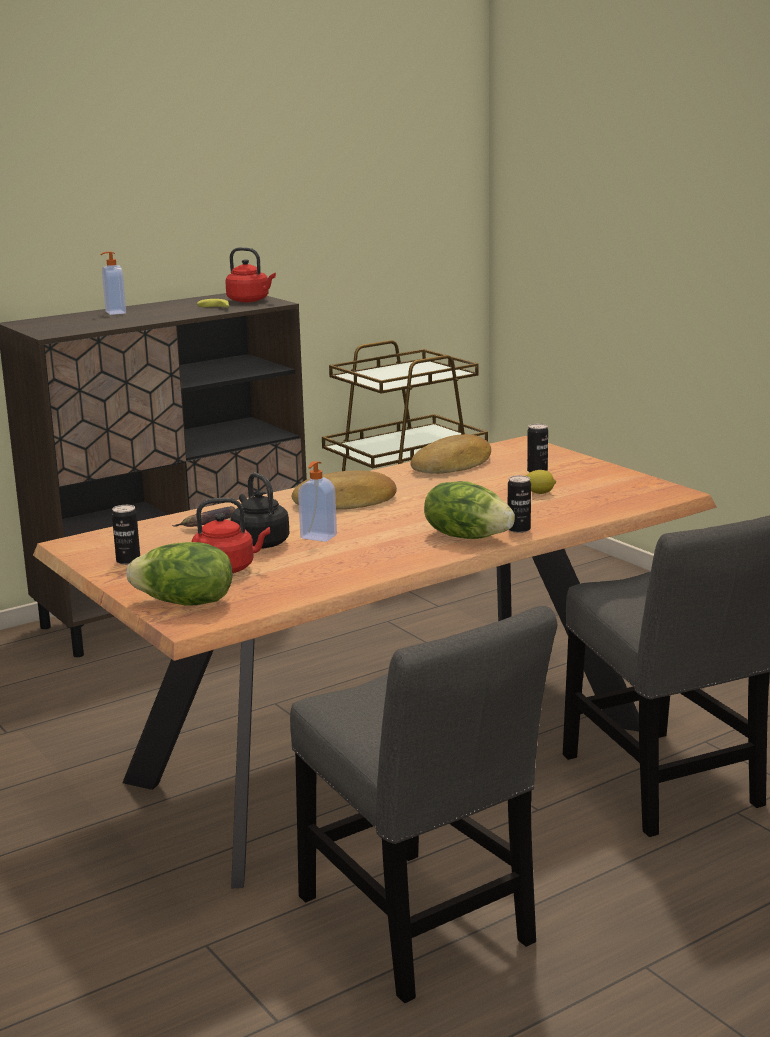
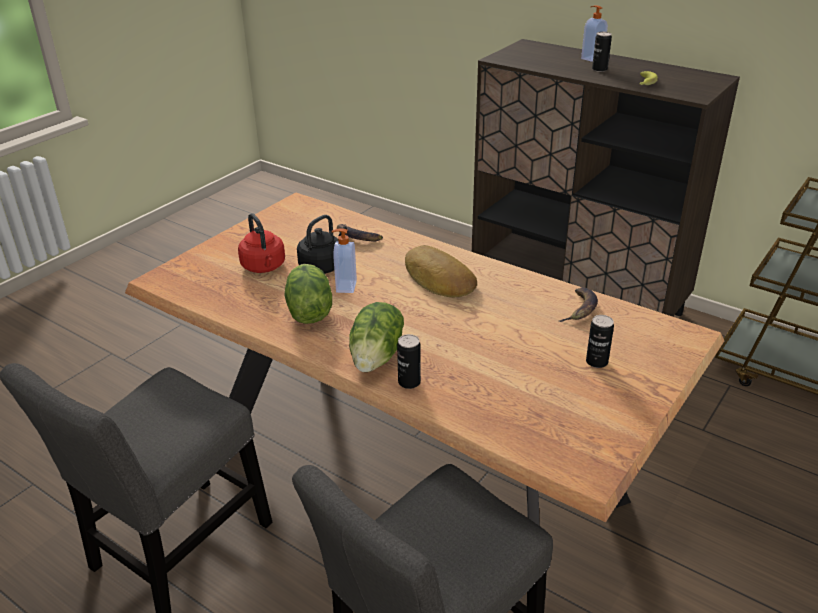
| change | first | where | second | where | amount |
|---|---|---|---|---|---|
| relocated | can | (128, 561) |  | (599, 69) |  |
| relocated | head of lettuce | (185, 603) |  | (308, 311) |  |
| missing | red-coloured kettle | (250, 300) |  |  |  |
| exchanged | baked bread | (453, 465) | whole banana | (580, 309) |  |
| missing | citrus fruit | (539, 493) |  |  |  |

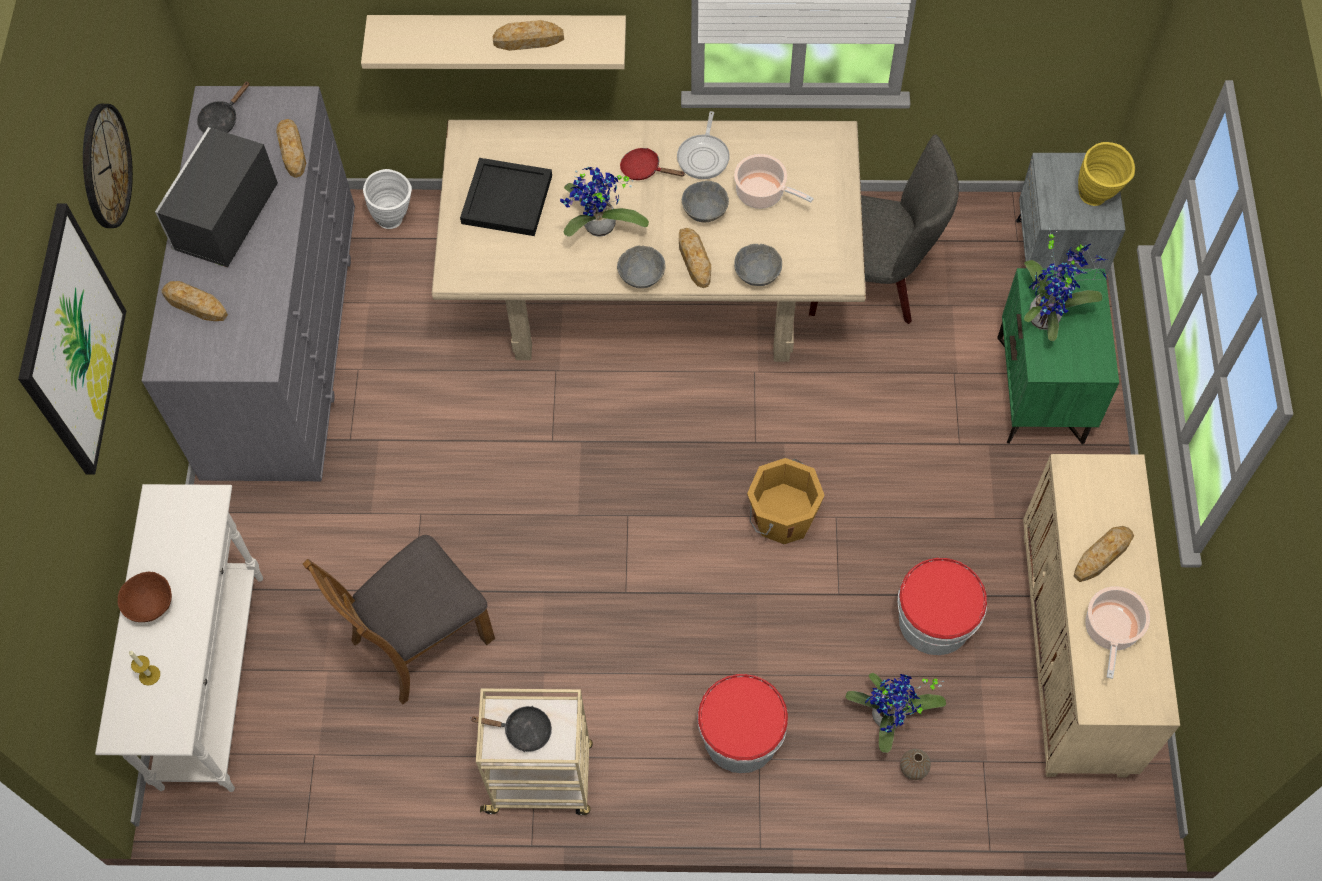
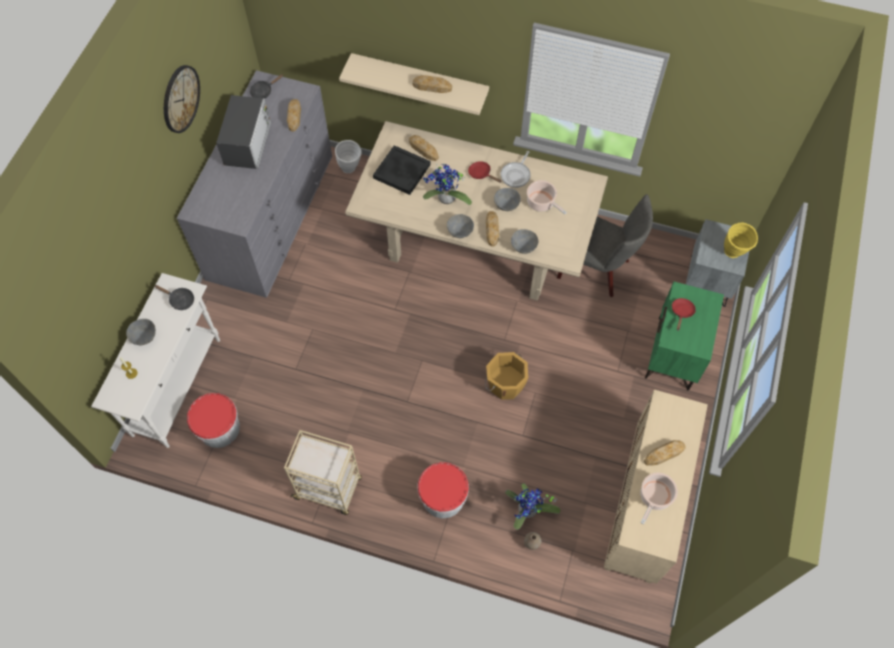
| change | first | where | second | where | amount |
|---|---|---|---|---|---|
| missing | wall art | (71, 342) |  |  |  |
| colour | brown bowl | (151, 605) | greyish bowl | (144, 337) |  |
| spun | kitchen microwave | (225, 218) |  | (248, 143) | 150 degrees clockwise |
| relocated | baked bread | (195, 304) |  | (423, 149) |  |
| missing | brown chair | (420, 639) |  |  |  |
| relocated | black skillet | (523, 731) |  | (180, 300) |  |
| relocated | pail | (934, 620) |  | (219, 428) |  |
| exchanged | potted plant | (1047, 316) | red-coloured skillet | (681, 312) |  |

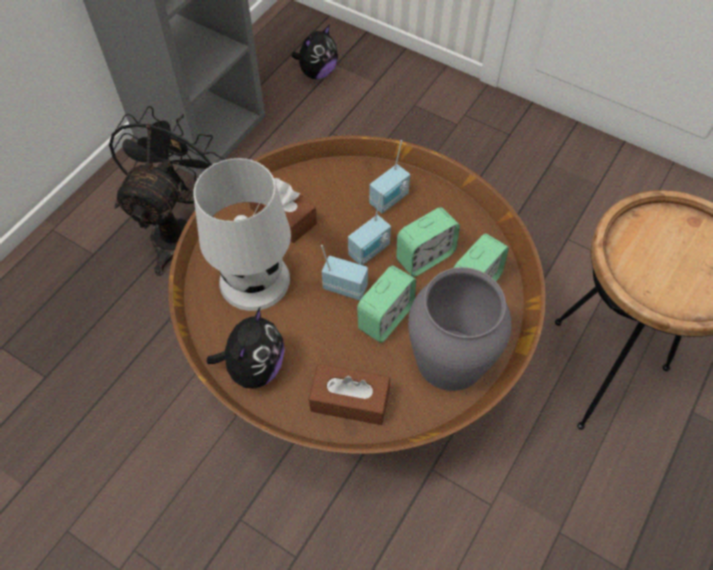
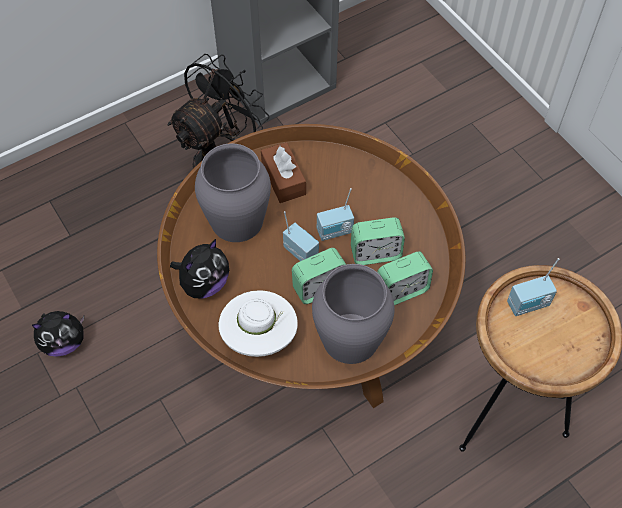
| change | first | where | second | where | amount |
|---|---|---|---|---|---|
| exchanged | white lamp for a table | (255, 279) | greyish decorative vase | (237, 220) |  |
| relocated | plush toy | (317, 72) |  | (64, 342) |  |
| exchanged | brown box of tissues | (350, 400) | white clothing hat | (259, 336) |  |
| relocated | radio | (390, 200) |  | (528, 305) |  |

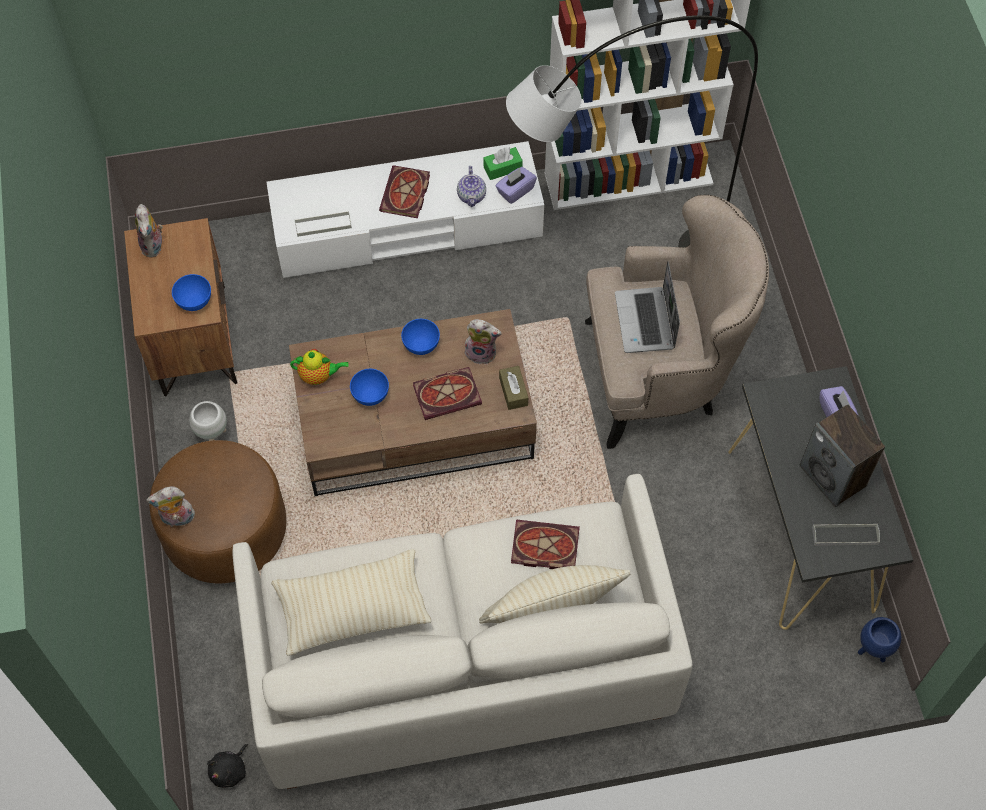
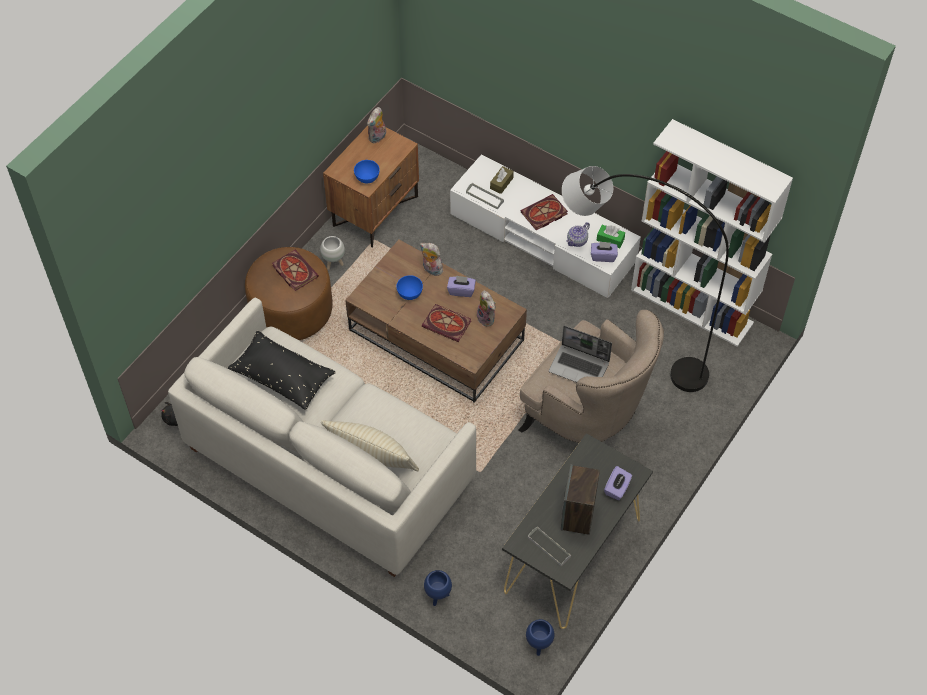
| change | first | where | second | where | amount |
|---|---|---|---|---|---|
| relocated | plush toy | (177, 519) |  | (431, 269) |  |
| colour | sand-coloured pillow | (352, 609) | black pillow | (282, 377) |  |
| missing | teapot | (318, 376) |  |  |  |
| exchanged | blue-coloured bowl | (421, 345) | purple box of tissues | (461, 290) |  |
| relocated | brown box of tissues | (513, 391) |  | (501, 183) |  |
| relocated | volume | (543, 547) |  | (293, 271) |  |
| spun | notebook computer | (646, 322) |  | (580, 367) | 105 degrees counterclockwise |
| appeared |  |  | blue-coloured plant pot | (438, 596) |  |

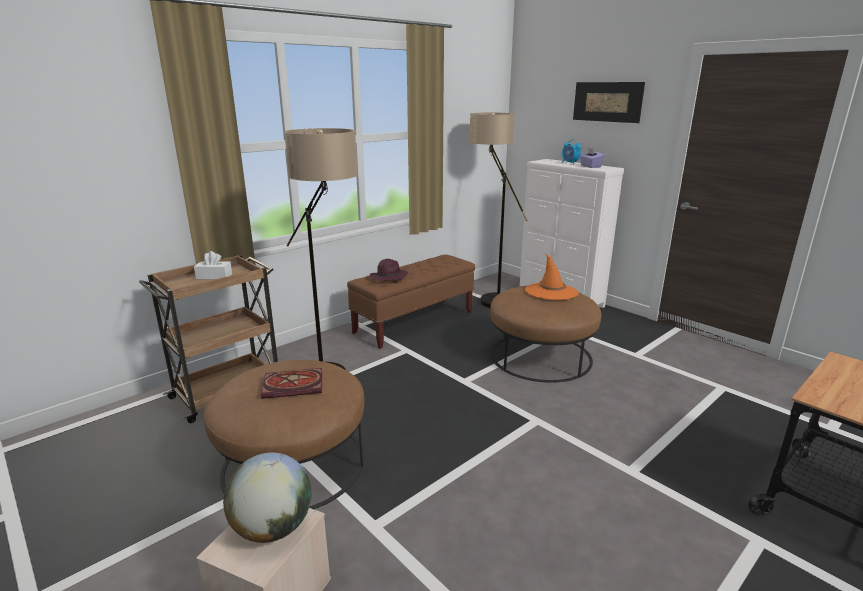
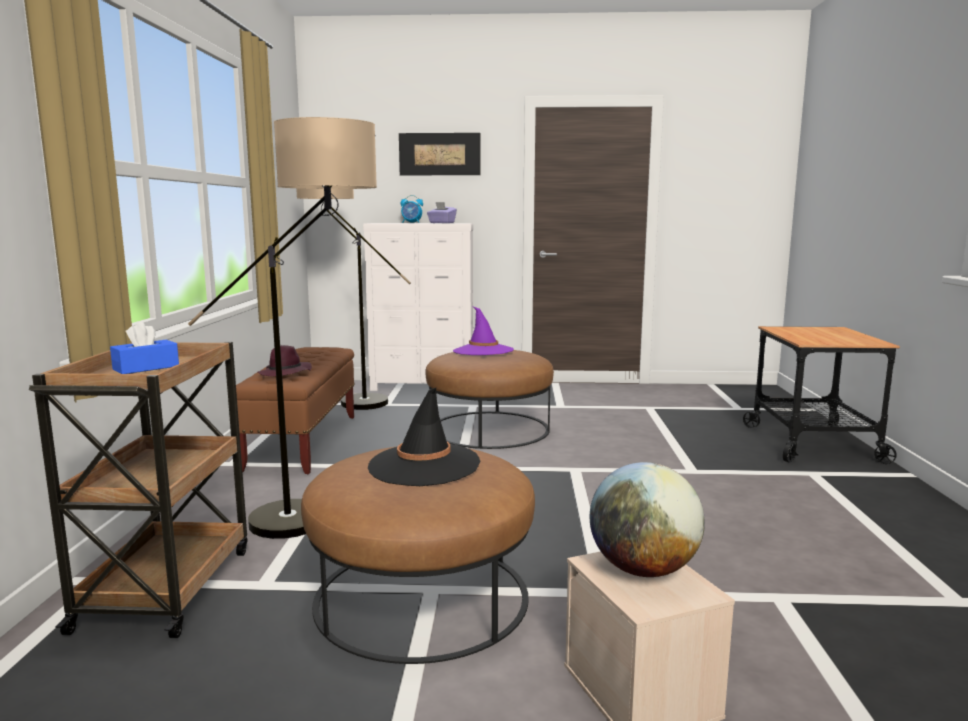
| change | first | where | second | where | amount |
|---|---|---|---|---|---|
| colour | white box of tissues | (214, 276) | blue-coloured box of tissues | (146, 368) |  |
| exchanged | volume | (295, 385) | black clothing hat | (424, 465) |  |
| colour | orange clothing hat | (551, 292) | purple clothing hat | (483, 351) |  |

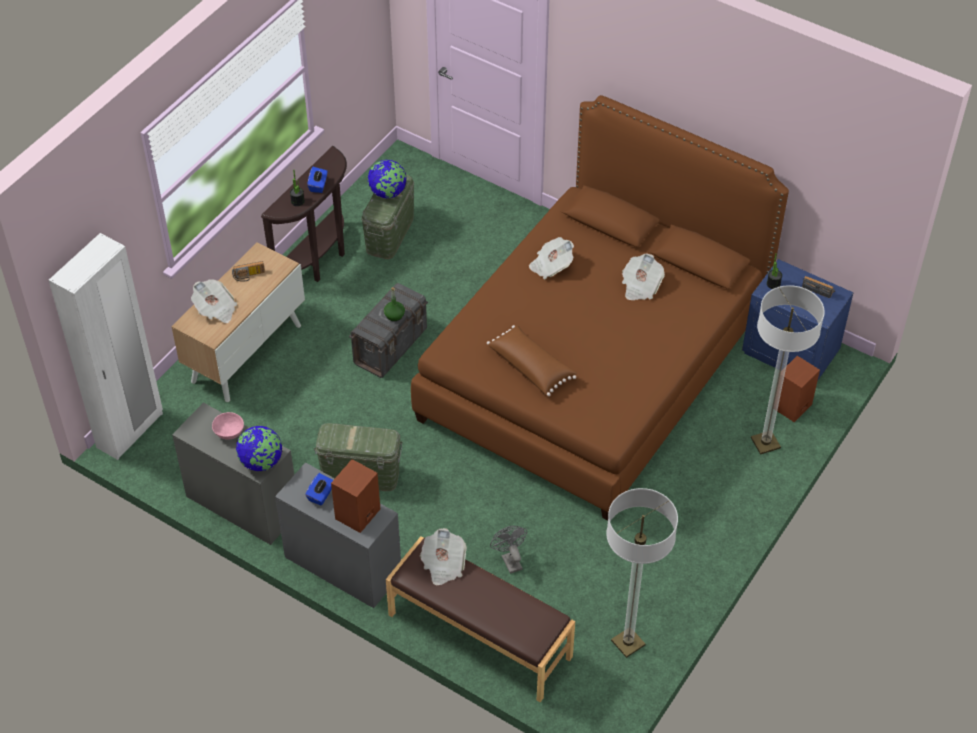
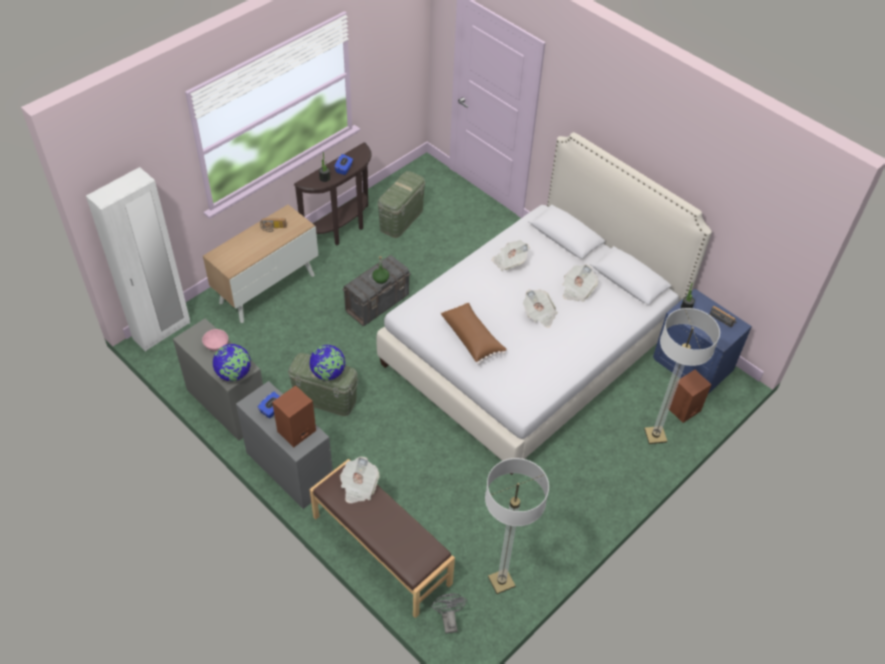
| change | first | where | second | where | amount |
|---|---|---|---|---|---|
| relocated | printed paper | (216, 309) |  | (539, 314) |  |
| relocated | world globe | (388, 193) |  | (328, 373) |  |
| colour | brown bedroom bed | (593, 365) | white bedroom bed | (531, 347) |  |
| relocated | greyish fan | (509, 560) |  | (448, 619) |  |

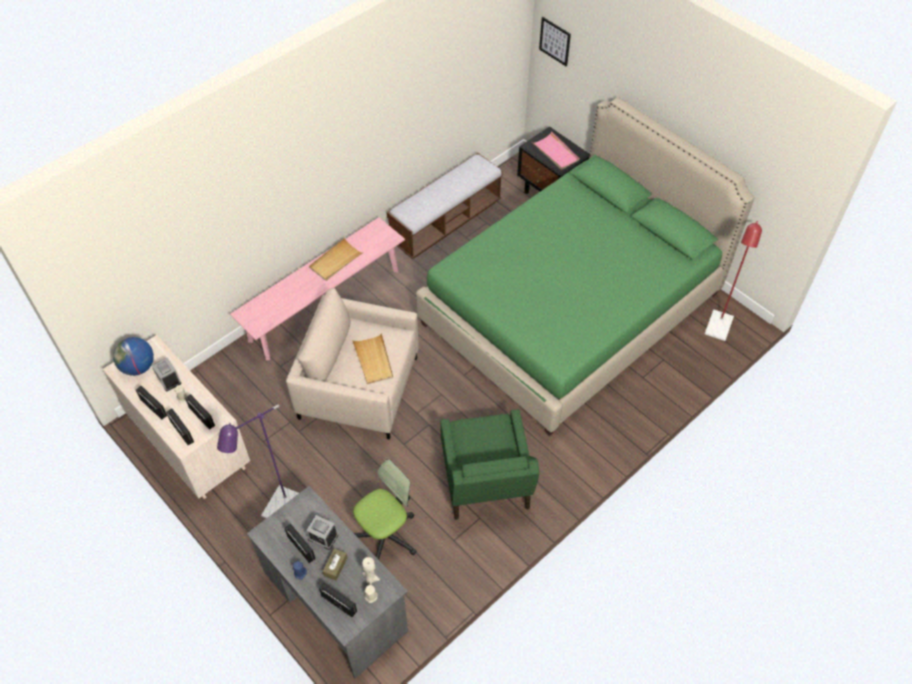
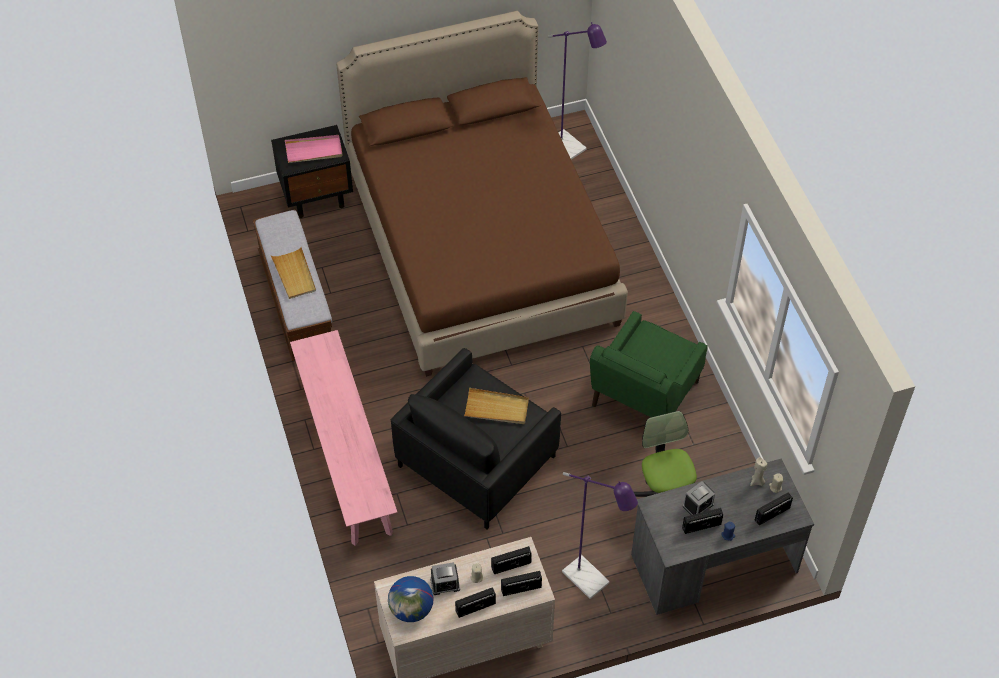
| change | first | where | second | where | amount |
|---|---|---|---|---|---|
| colour | sand-coloured lounge chair | (359, 387) | black lounge chair | (476, 460) |  |
| relocated | sand-coloured carrying tray | (336, 261) |  | (294, 275) |  |
| missing | brown box of tissues | (335, 566) |  |  |  |
| colour | green bedroom bed | (570, 308) | brown bedroom bed | (480, 246) |  |
| spun | green lounge chair | (485, 481) |  | (643, 395) | 105 degrees clockwise |
| missing | wall art | (555, 41) |  |  |  |
| colour | red-coloured standing lamp | (717, 331) | purple standing lamp | (571, 149) |  |

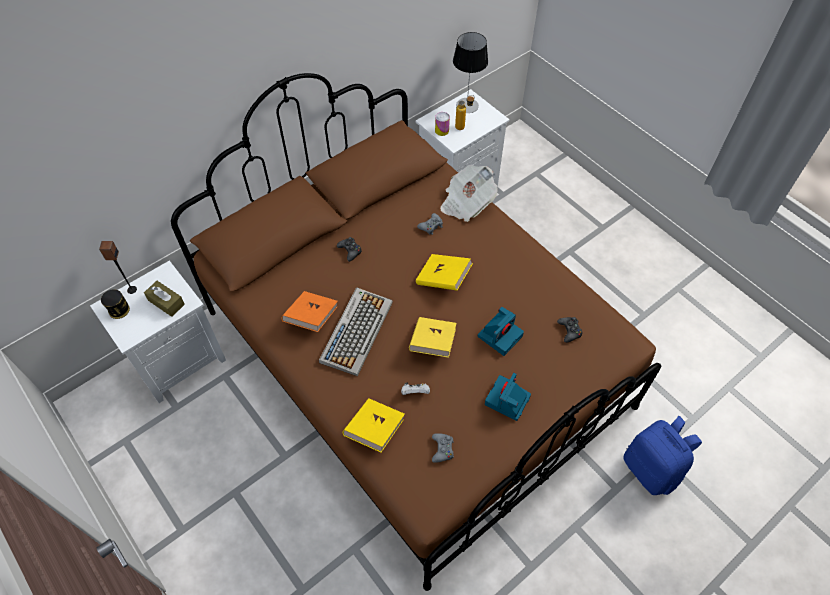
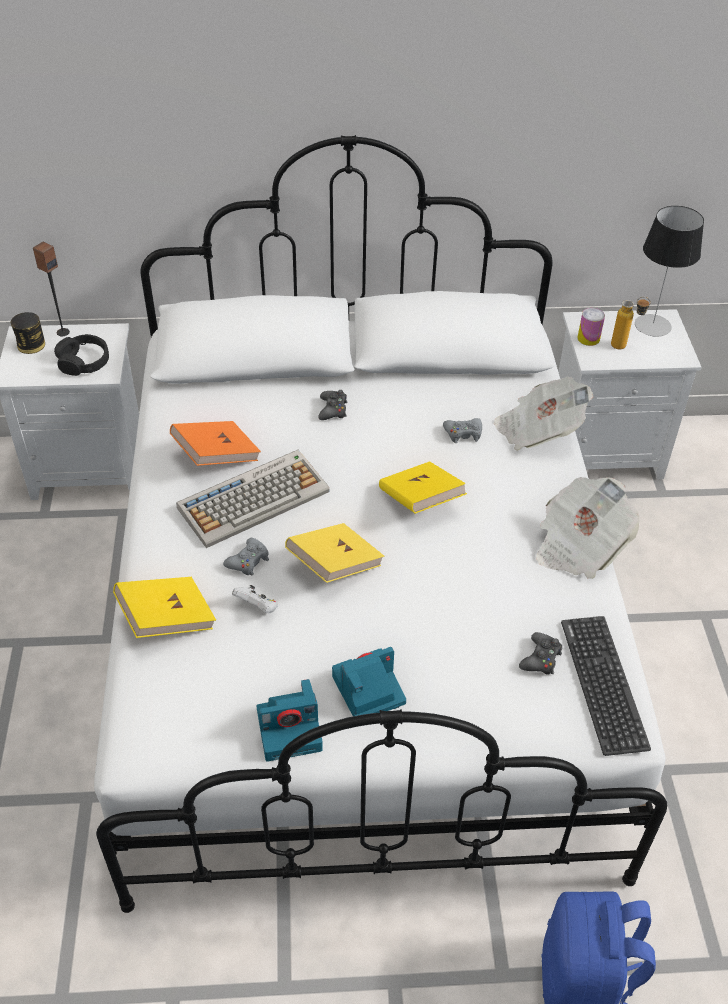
| change | first | where | second | where | amount |
|---|---|---|---|---|---|
| exchanged | brown box of tissues | (166, 302) | black pair of headphones | (84, 362) |  |
| colour | brown bedroom bed | (415, 358) | white bedroom bed | (363, 624) |  |
| relocated | greyish gamepad | (442, 449) |  | (248, 561) |  |
| relocated | still camera | (500, 335) |  | (290, 728) |  |
| appeared |  |  | printed paper | (579, 545) |  |
| appeared |  |  | keyboard | (603, 683) |  |

